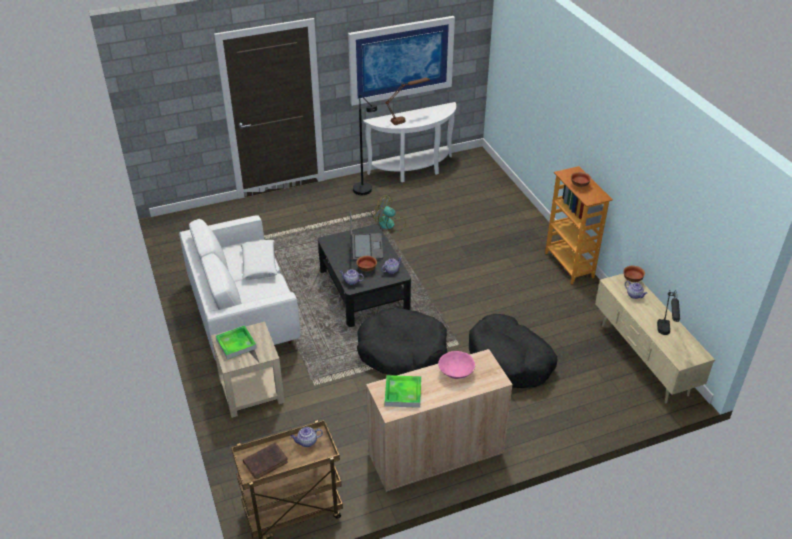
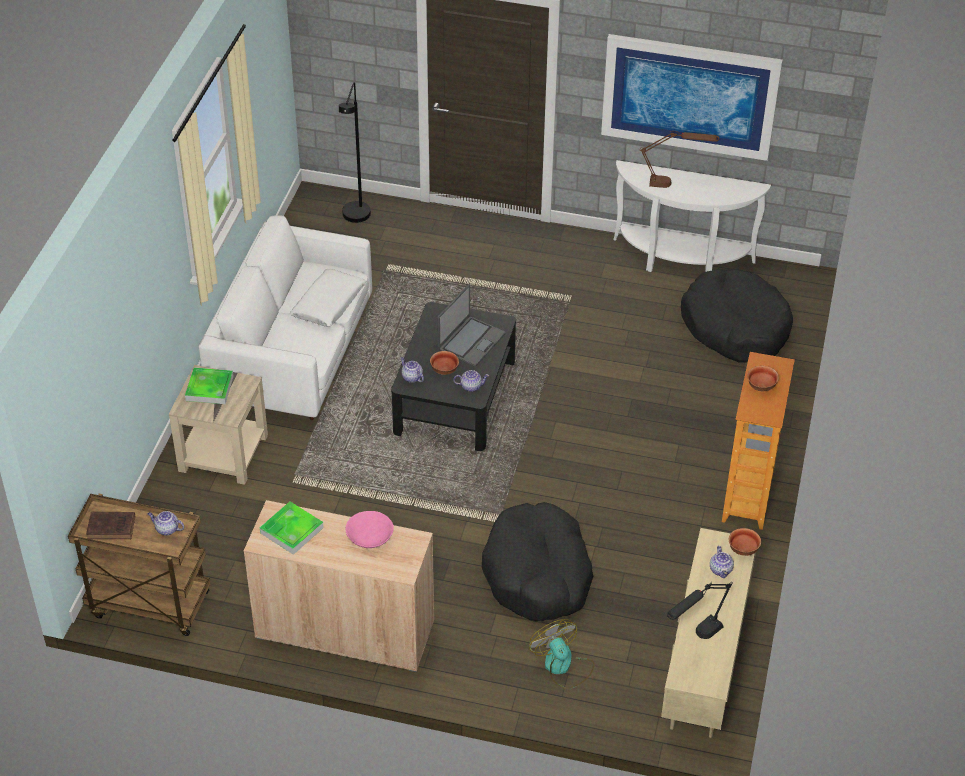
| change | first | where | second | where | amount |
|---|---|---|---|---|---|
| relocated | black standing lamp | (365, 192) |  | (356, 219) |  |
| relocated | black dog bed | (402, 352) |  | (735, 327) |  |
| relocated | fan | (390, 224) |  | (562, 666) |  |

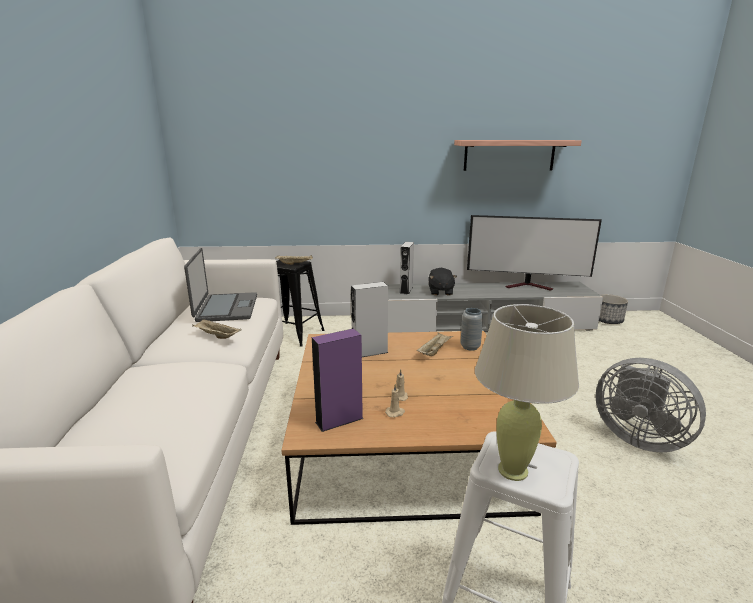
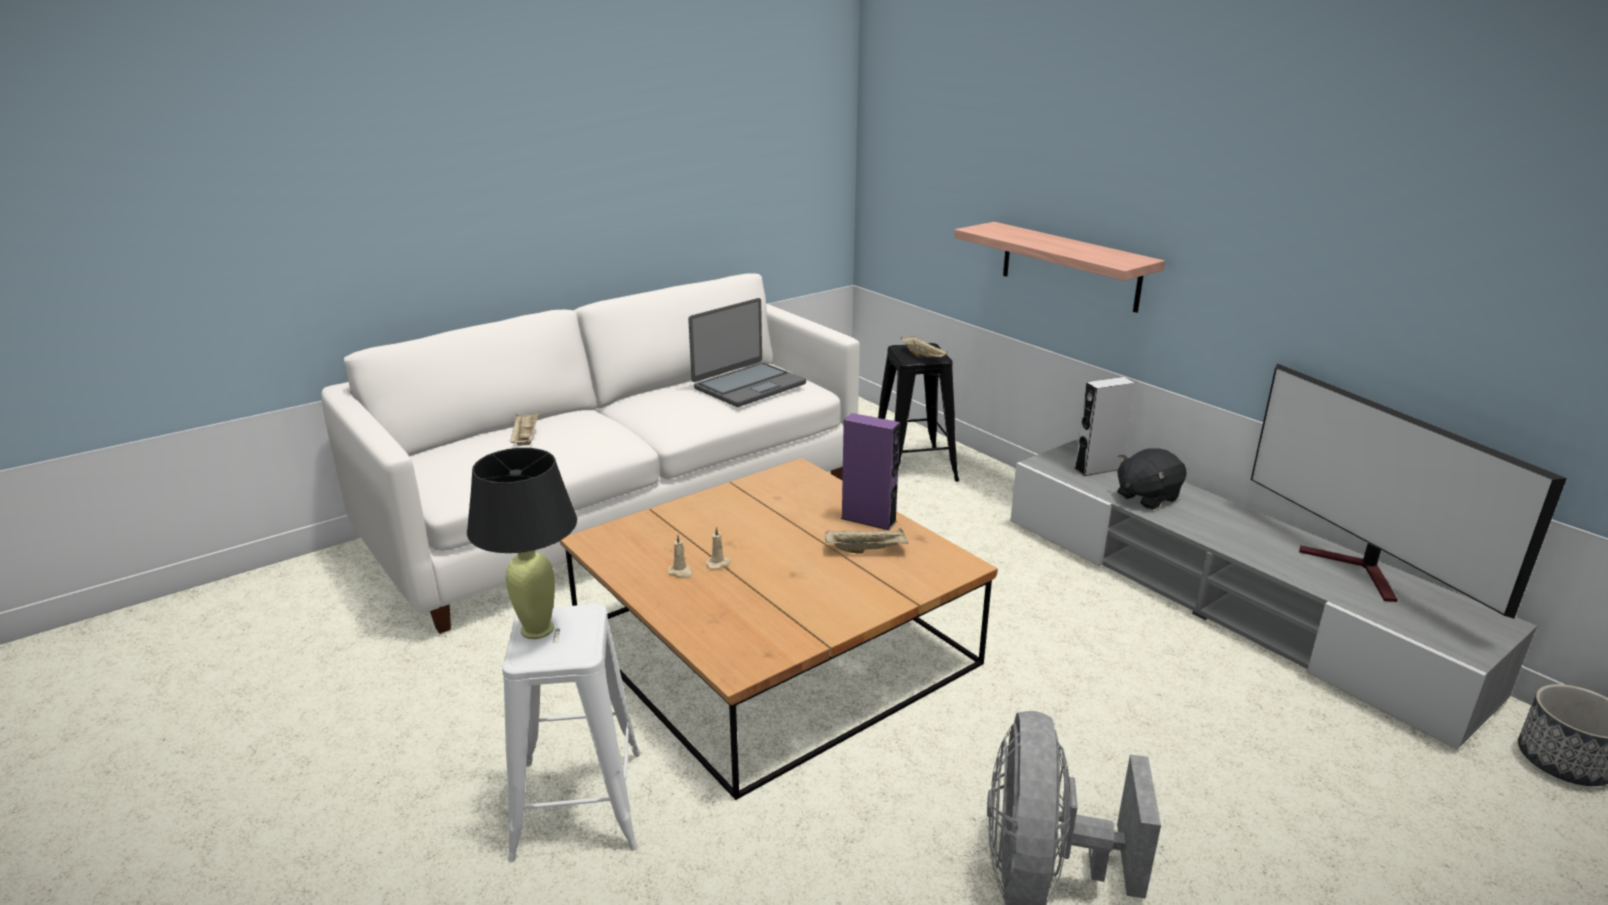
| change | first | where | second | where | amount |
|---|---|---|---|---|---|
| relocated | sand-coloured carrying tray | (216, 336) |  | (525, 439) |  |
| relocated | purple loudspeaker | (339, 420) |  | (868, 520) |  |
| missing | greyish loudspeaker | (369, 352) |  |  |  |
| relocated | wall shelf | (509, 155) |  | (1070, 266) |  |
| missing | greyish decorative vase | (470, 347) |  |  |  |
| colour | sand-coloured lamp for a table | (512, 470) | black lamp for a table | (537, 629) |  |

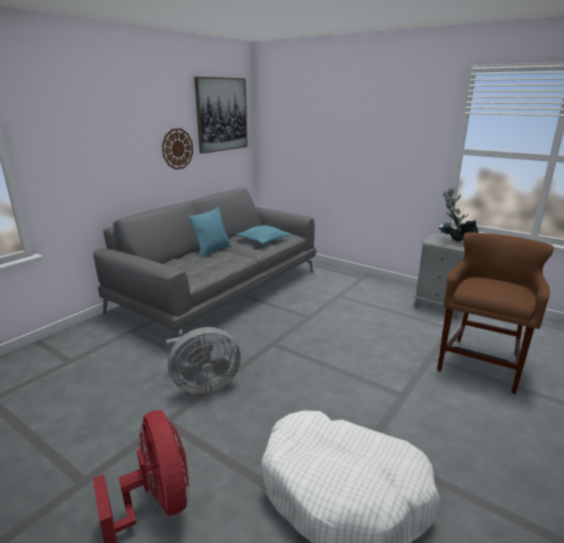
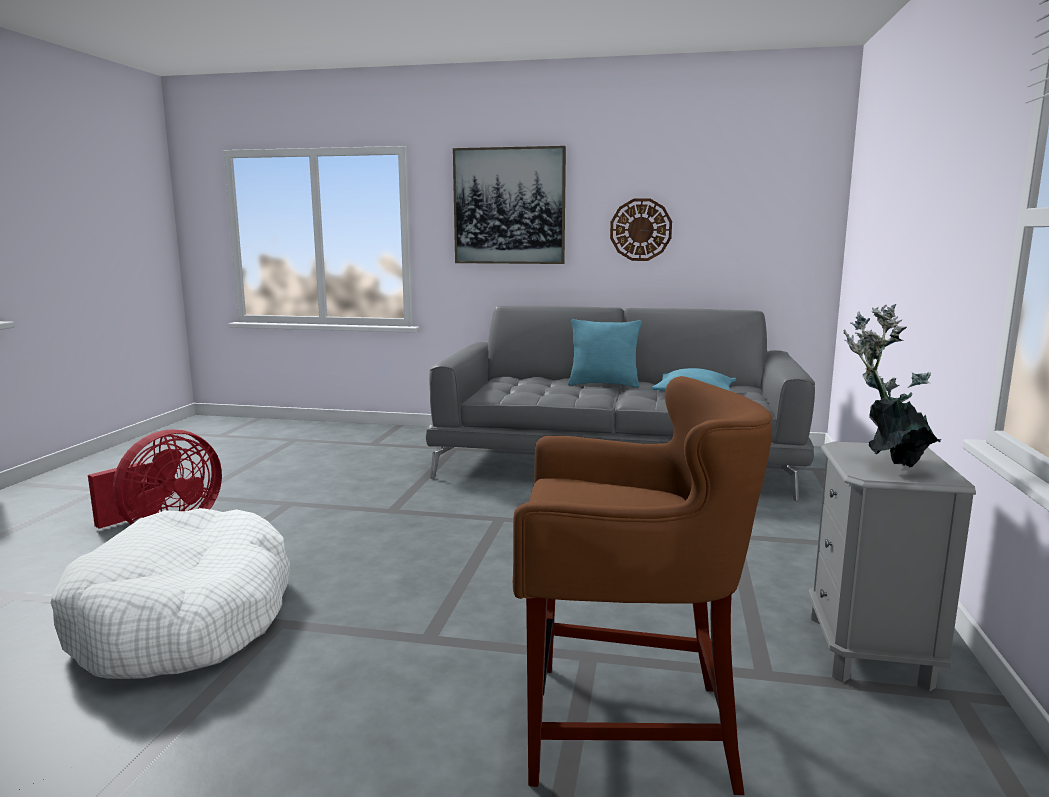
| change | first | where | second | where | amount |
|---|---|---|---|---|---|
| missing | greyish fan | (203, 385) |  |  |  |
| relocated | wall art | (221, 114) |  | (509, 206) |  |

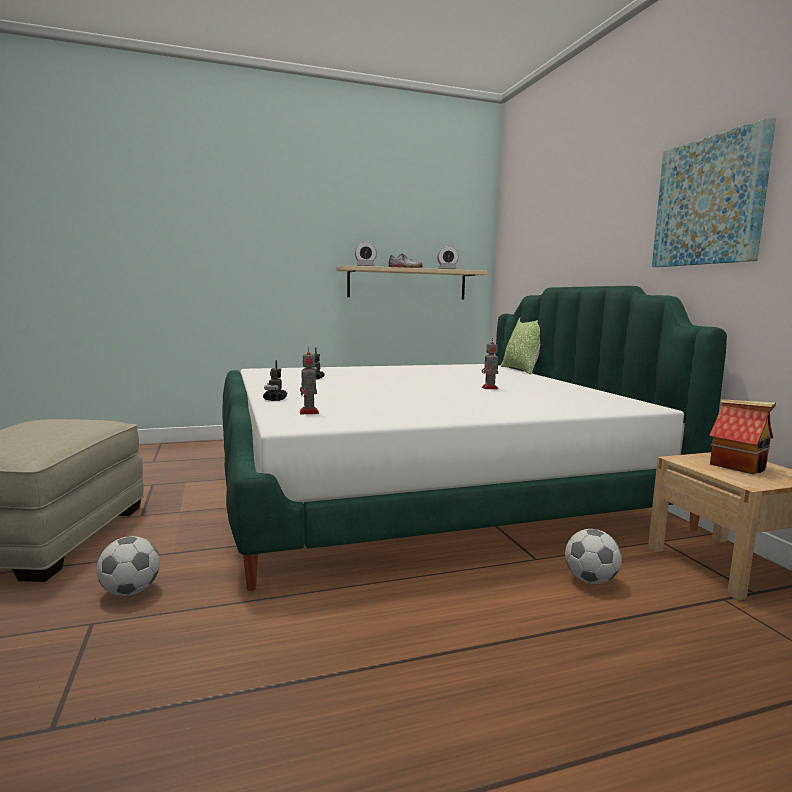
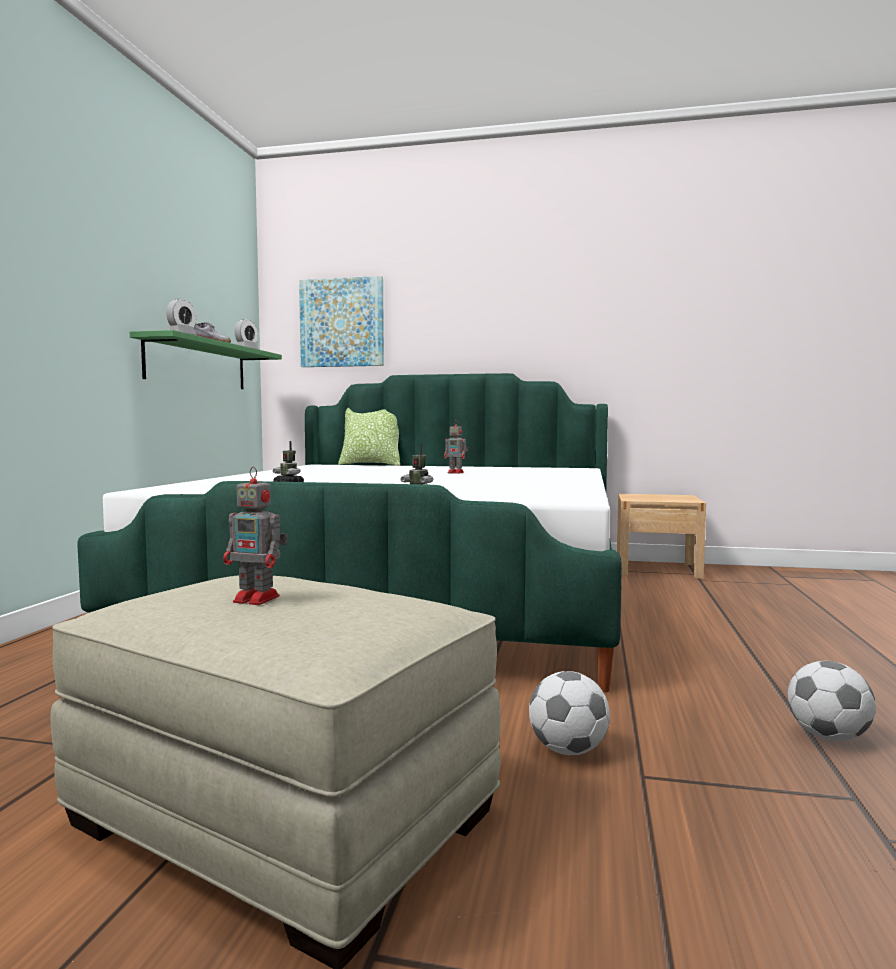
| change | first | where | second | where | amount |
|---|---|---|---|---|---|
| relocated | model robot | (309, 412) |  | (258, 599) |  |
| colour | sand-coloured wall shelf | (407, 284) | green wall shelf | (198, 365) |  |
| relocated | football ball | (590, 580) |  | (828, 736) |  |
| relocated | wall art | (709, 201) |  | (342, 323) |  |
| missing | model house | (739, 466) |  |  |  |

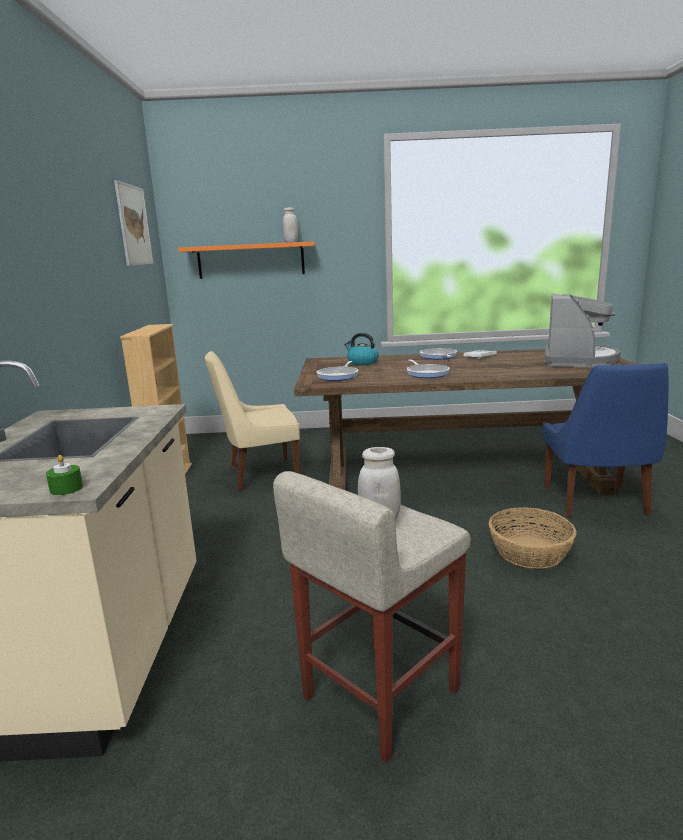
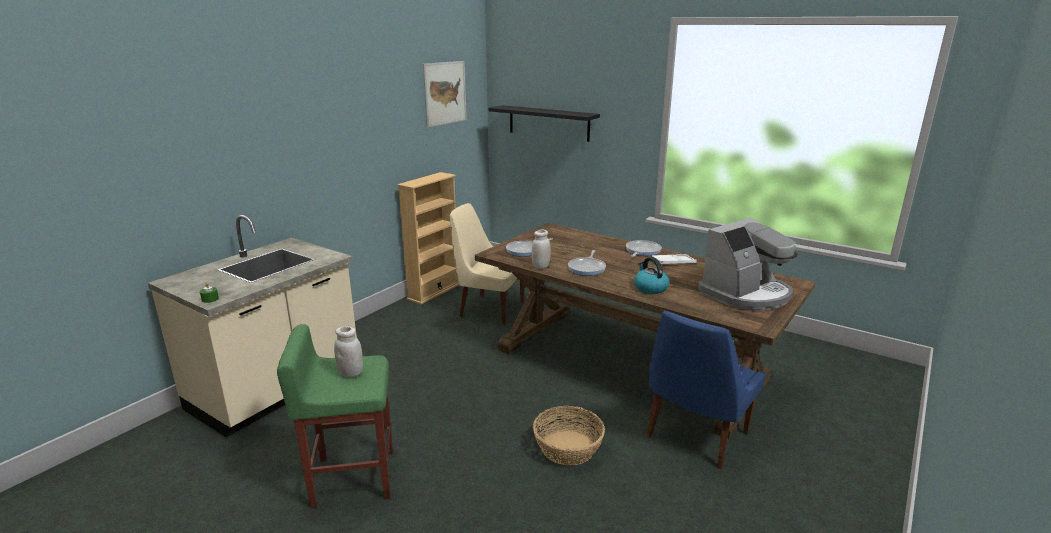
| change | first | where | second | where | amount |
|---|---|---|---|---|---|
| colour | orange wall shelf | (251, 260) | black wall shelf | (548, 123) |  |
| colour | sand-coloured sitting stool | (379, 694) | green sitting stool | (352, 478) |  |
| relocated | white storage jar | (291, 242) |  | (541, 266) |  |
| relocated | kettle | (362, 362) |  | (650, 288) |  |

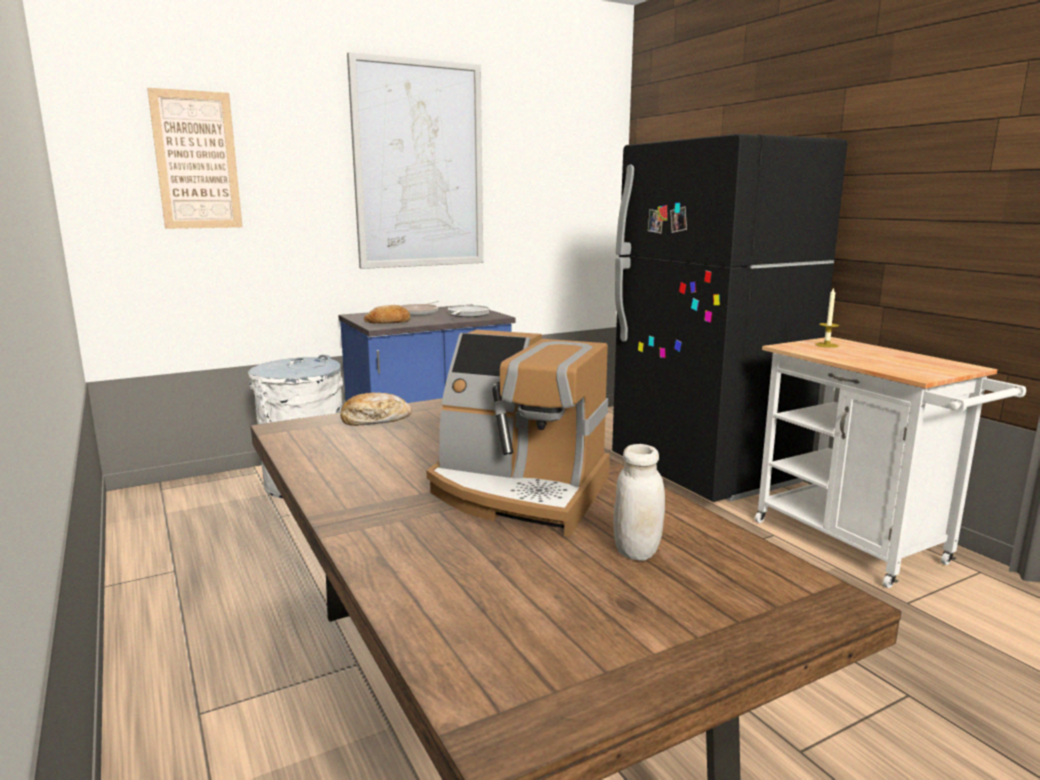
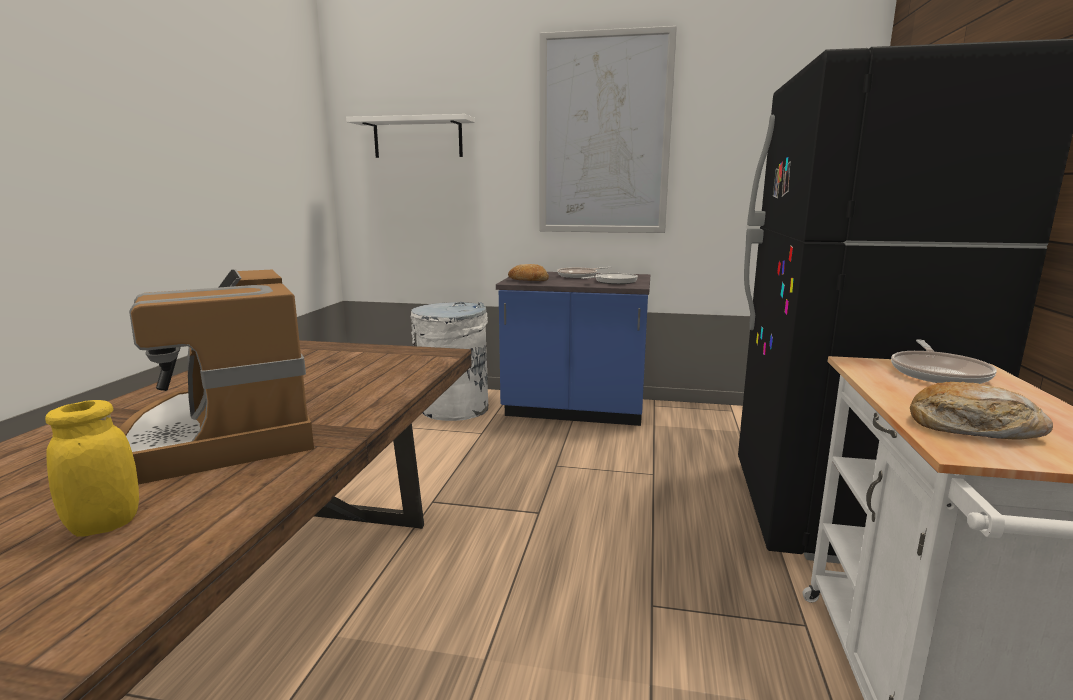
| change | first | where | second | where | amount |
|---|---|---|---|---|---|
| exchanged | wall art | (196, 160) | white wall shelf | (417, 138) |  |
| relocated | baked bread | (375, 420) |  | (972, 428) |  |
| colour | white storage jar | (637, 551) | yellowish storage jar | (104, 525) |  |
| exchanged | wax candle | (826, 345) | skillet | (938, 373) |  |

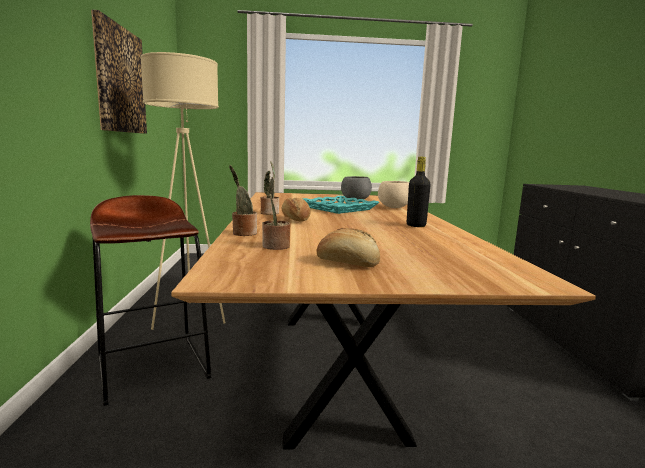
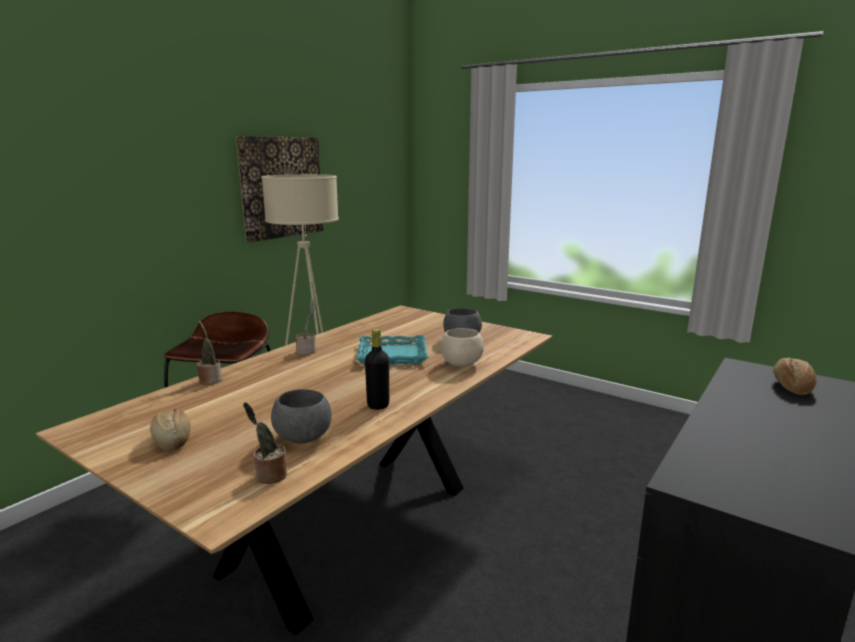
| change | first | where | second | where | amount |
|---|---|---|---|---|---|
| relocated | potted plant | (274, 246) |  | (269, 476) |  |
| relocated | baked bread | (295, 219) |  | (791, 387) |  |
| appeared |  |  | greyish bowl | (302, 439) |  |

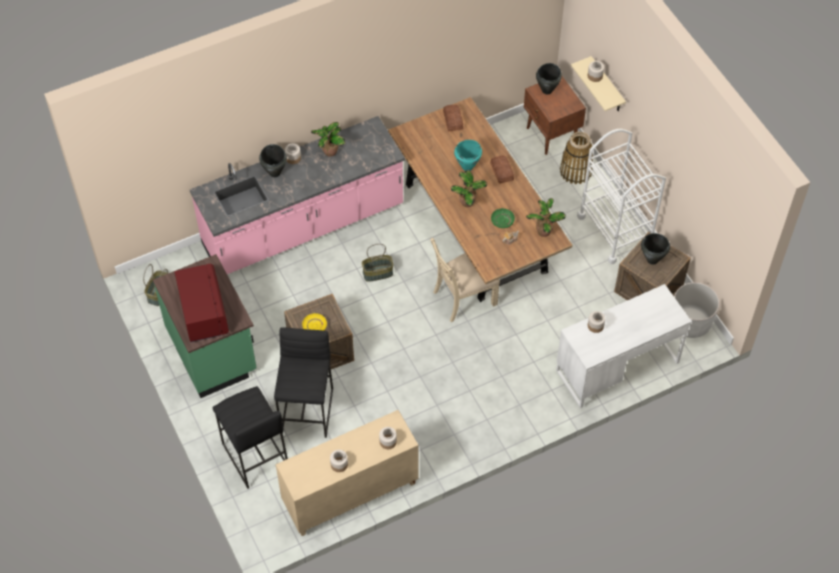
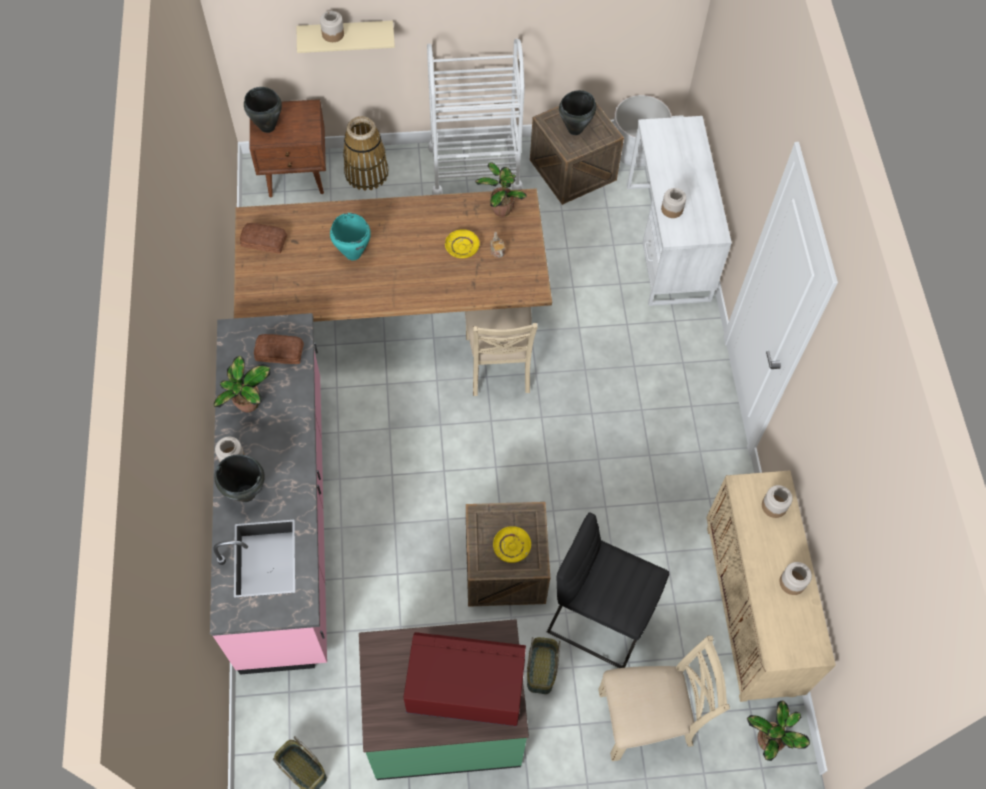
| change | first | where | second | where | amount |
|---|---|---|---|---|---|
| exchanged | black sitting stool | (254, 456) | sand-coloured chair | (647, 718) |  |
| relocated | storage basket | (377, 273) |  | (542, 670) |  |
| relocated | potted plant | (468, 202) |  | (769, 740) |  |
| relocated | baked bread | (501, 172) |  | (280, 353) |  |
| colour | green plate | (502, 220) | yellowish plate | (462, 247) |  |

